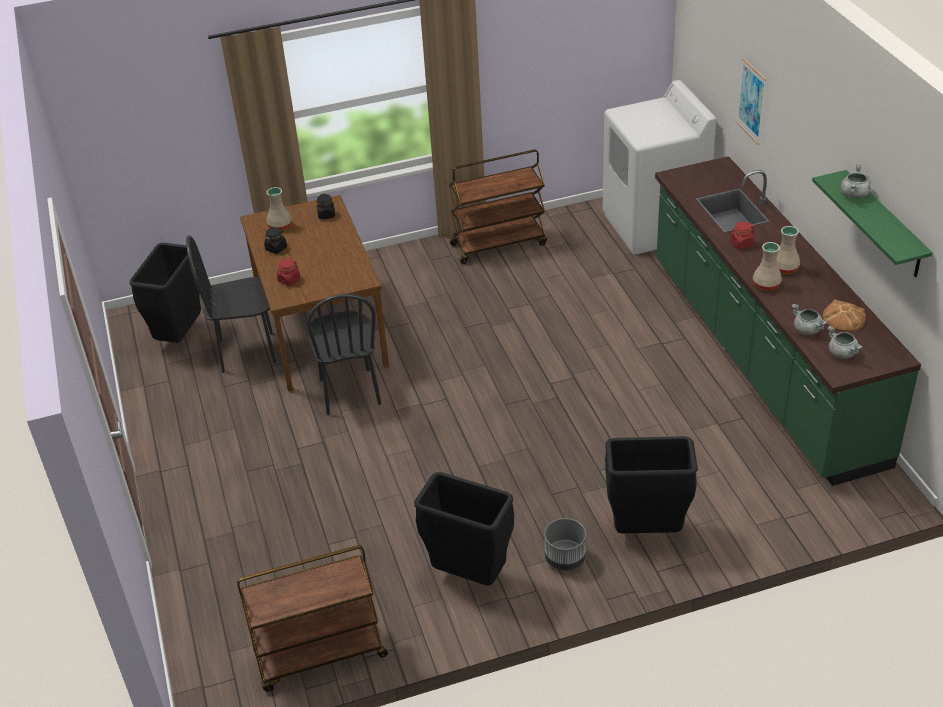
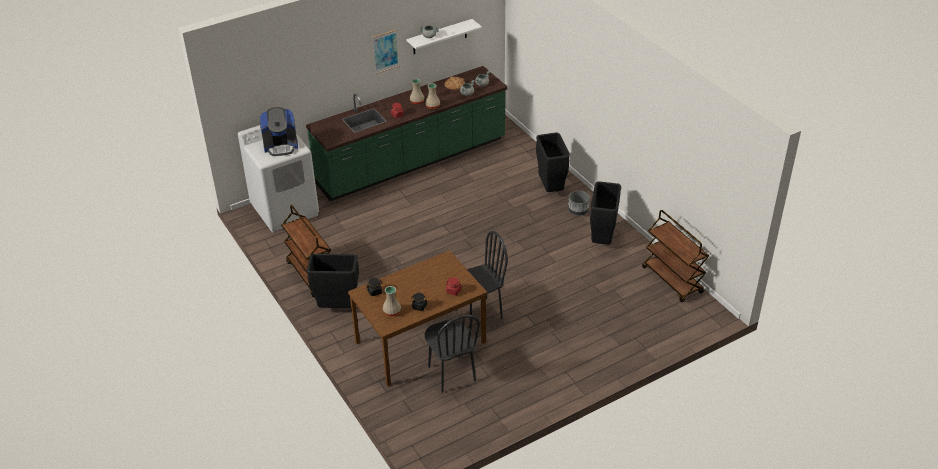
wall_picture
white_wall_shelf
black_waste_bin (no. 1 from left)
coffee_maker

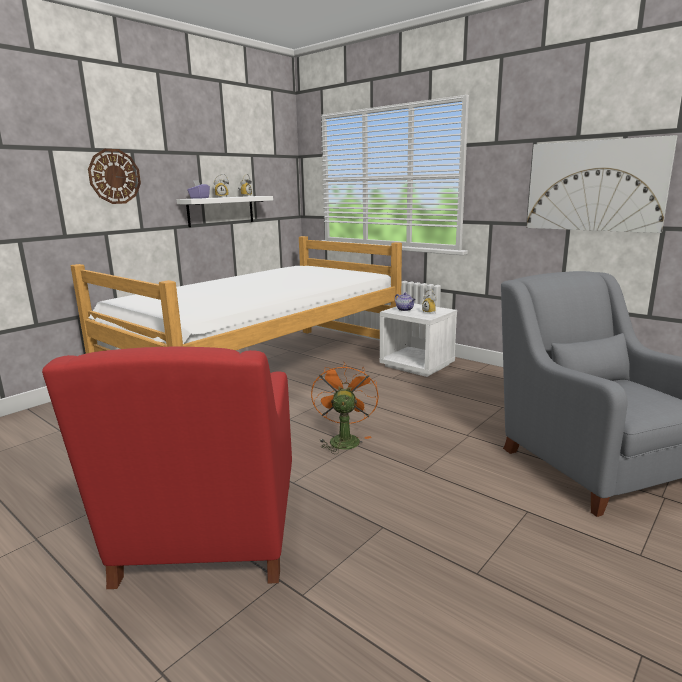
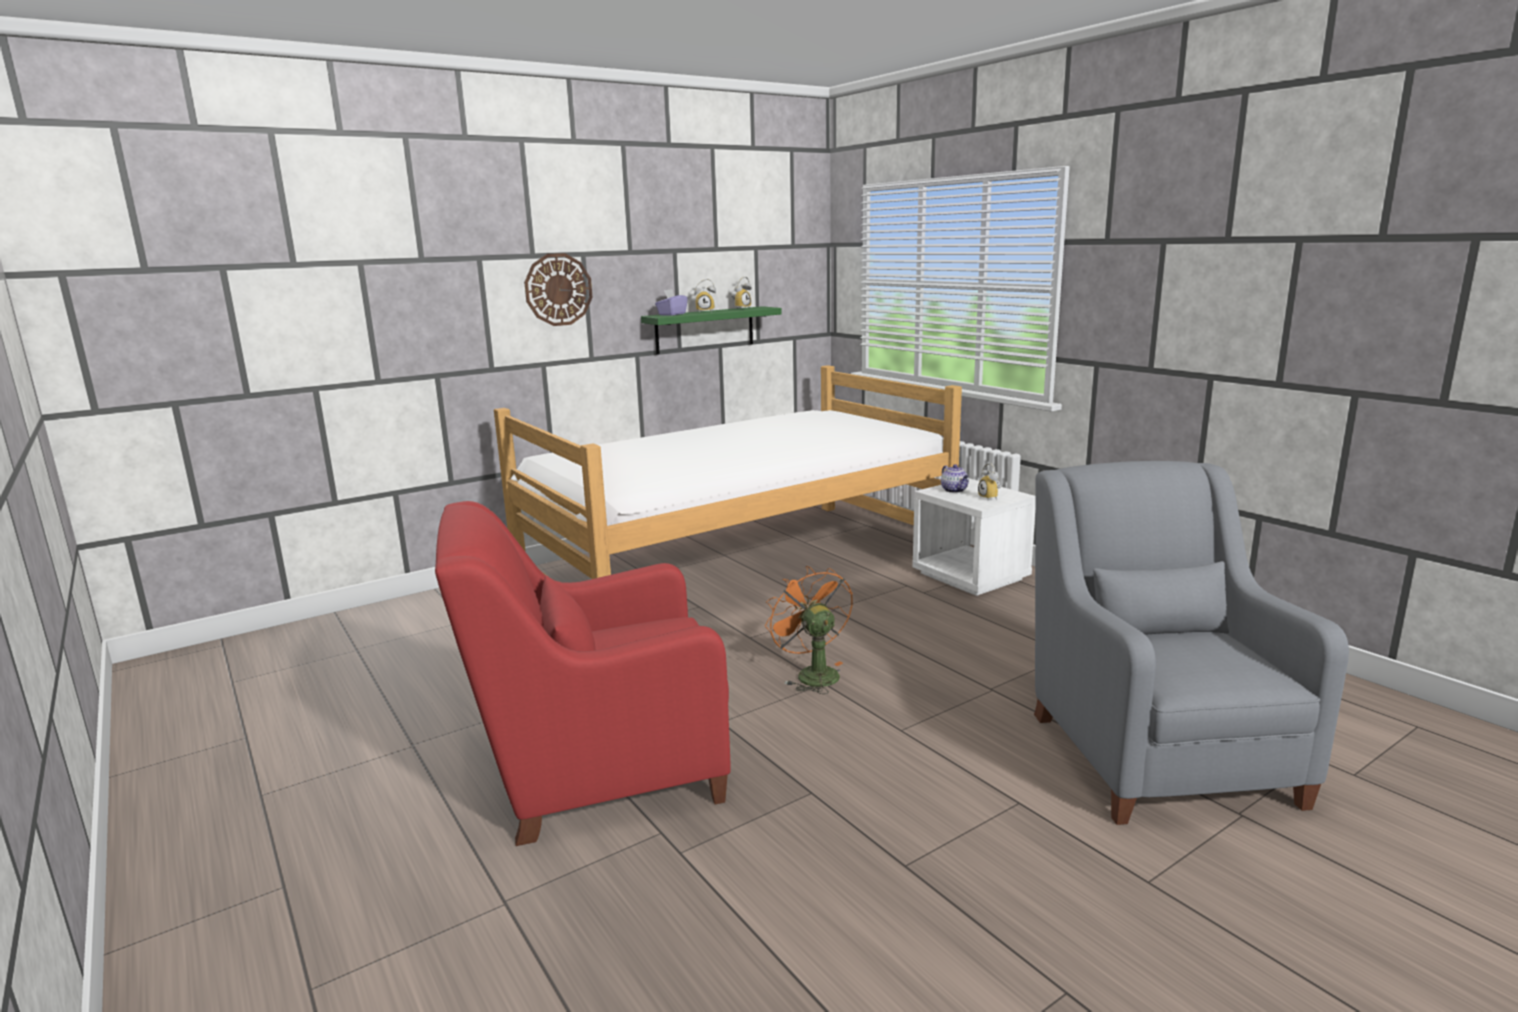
wall_picture
green-coloured_wall_shelf
red_lounge_chair
orange_fan

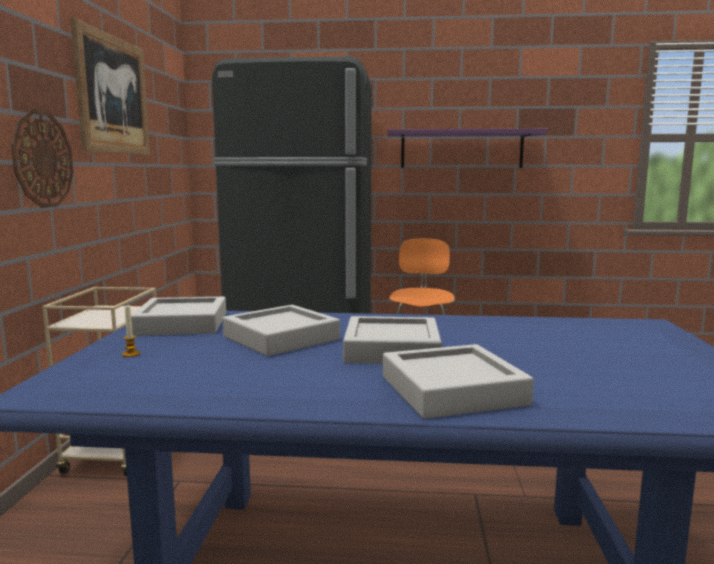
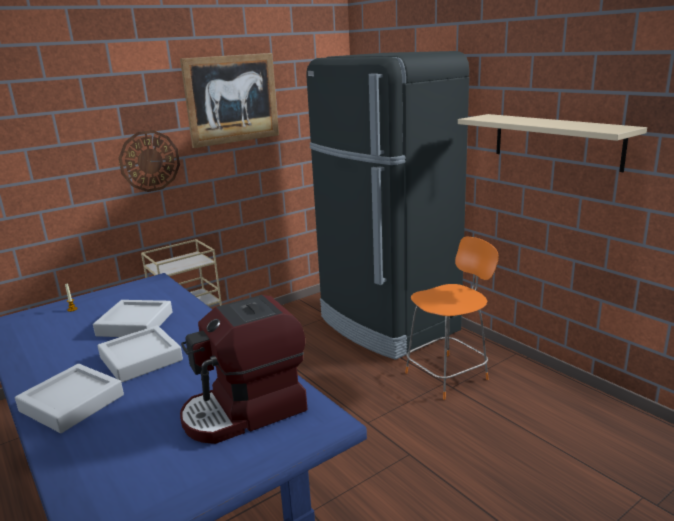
beige_wall_shelf
grey_tray (no. 1 from left in the first image)
coffee_maker

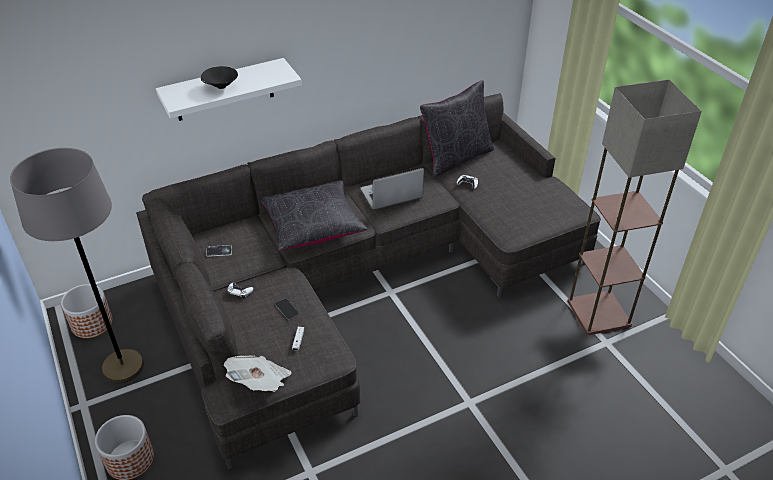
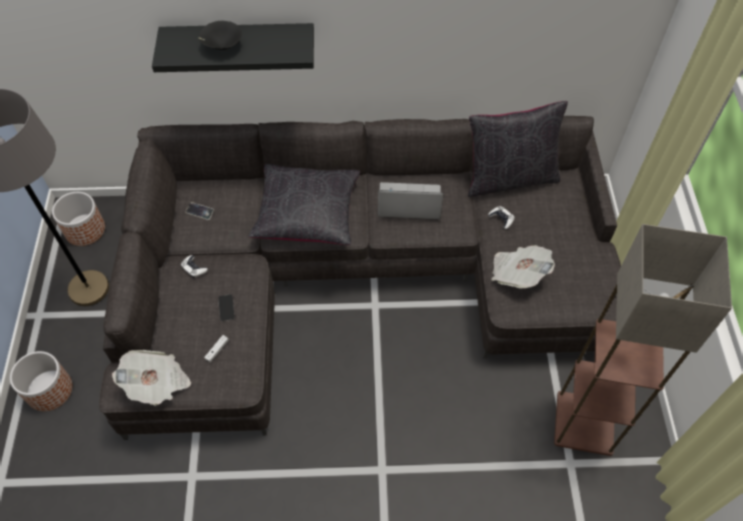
black_wall_shelf
printed_paper (no. 2 from left)

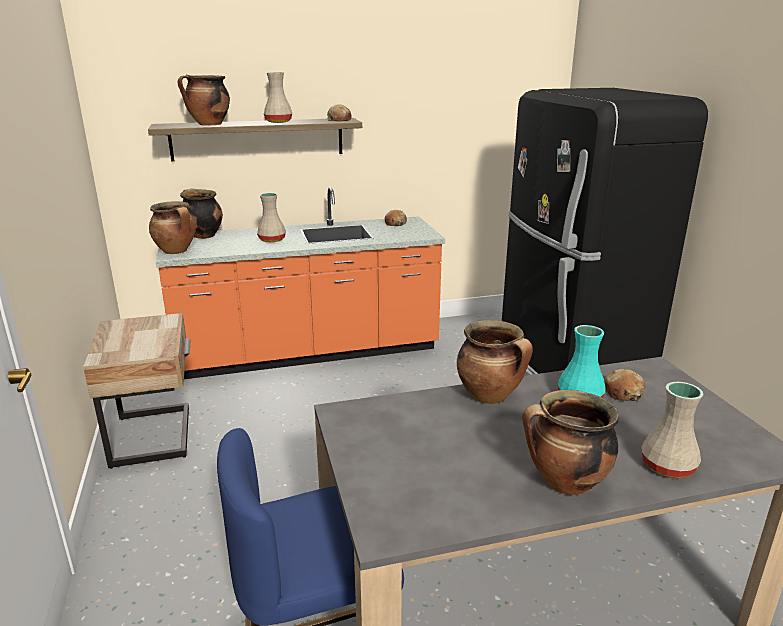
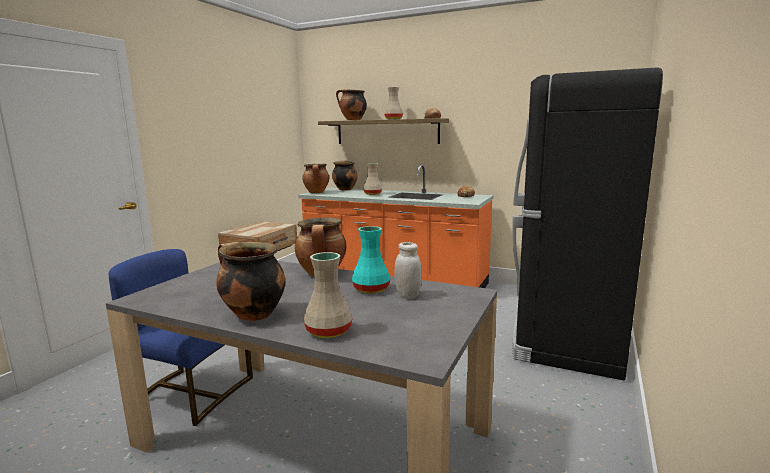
white_preserve_jar

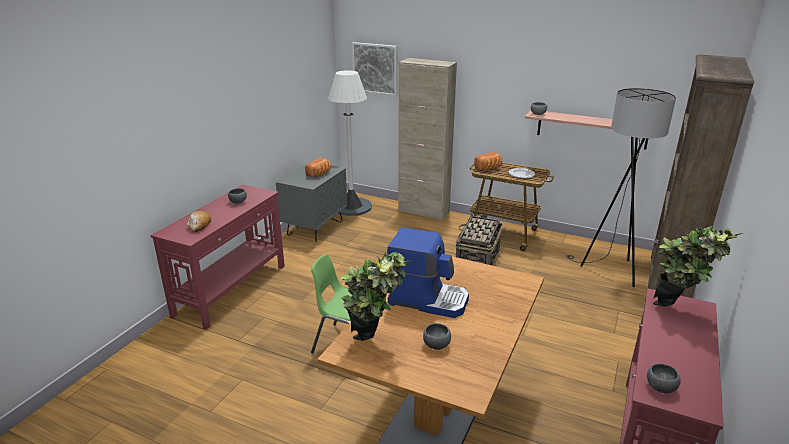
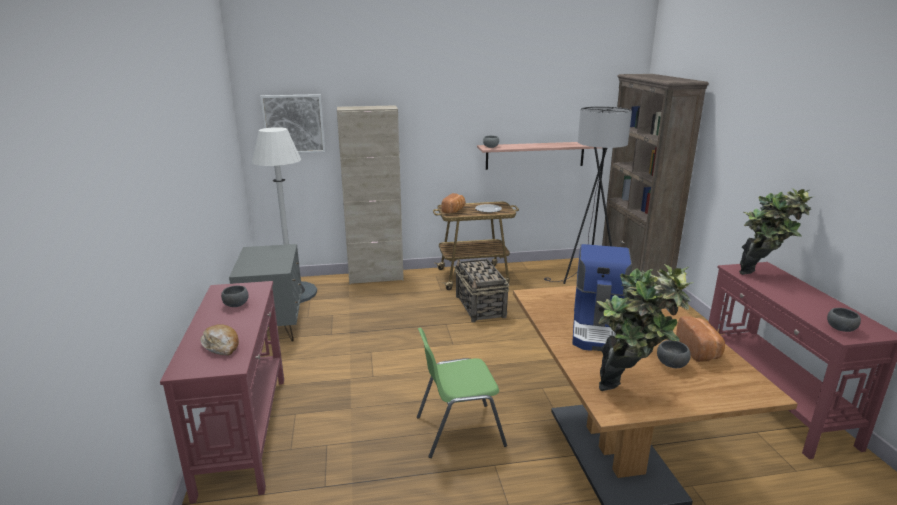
bakery_bread (no. 3 from left)
coffee_maker

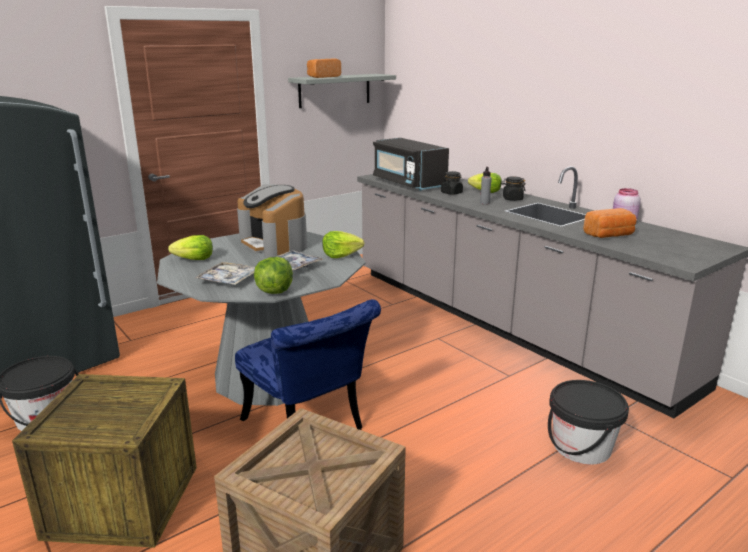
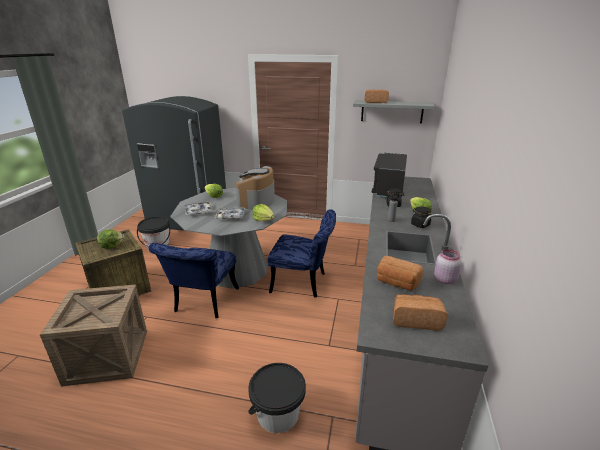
head_of_lettuce (no. 1 from left)
bluish_chair (no. 2 from left)
bakery_bread (no. 3 from left)

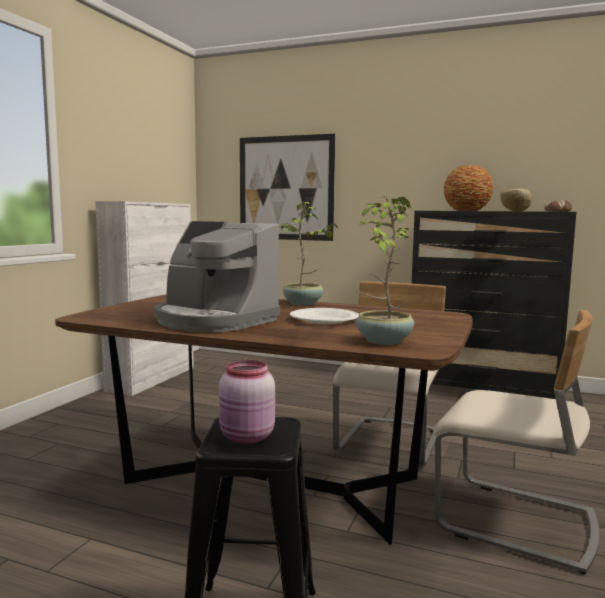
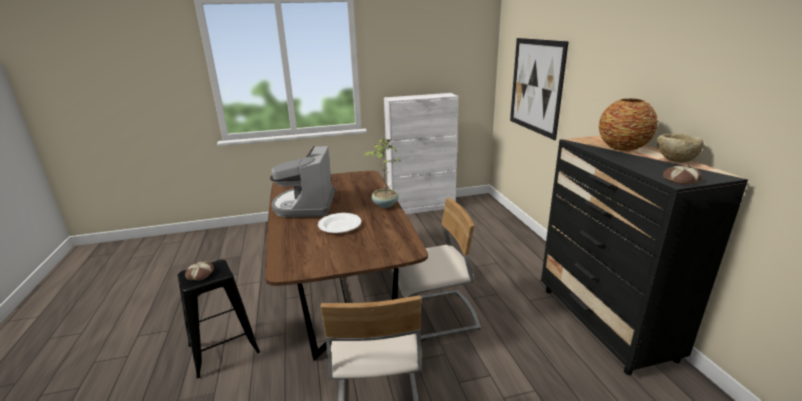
potted_plant (no. 2 from left in the first image)
bakery_bread (no. 1 from left)

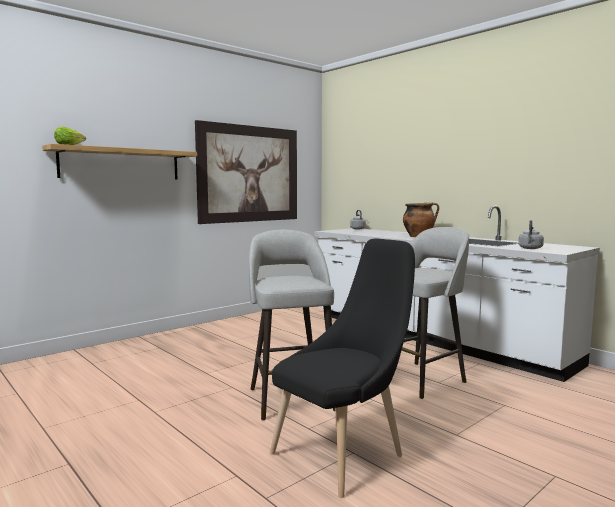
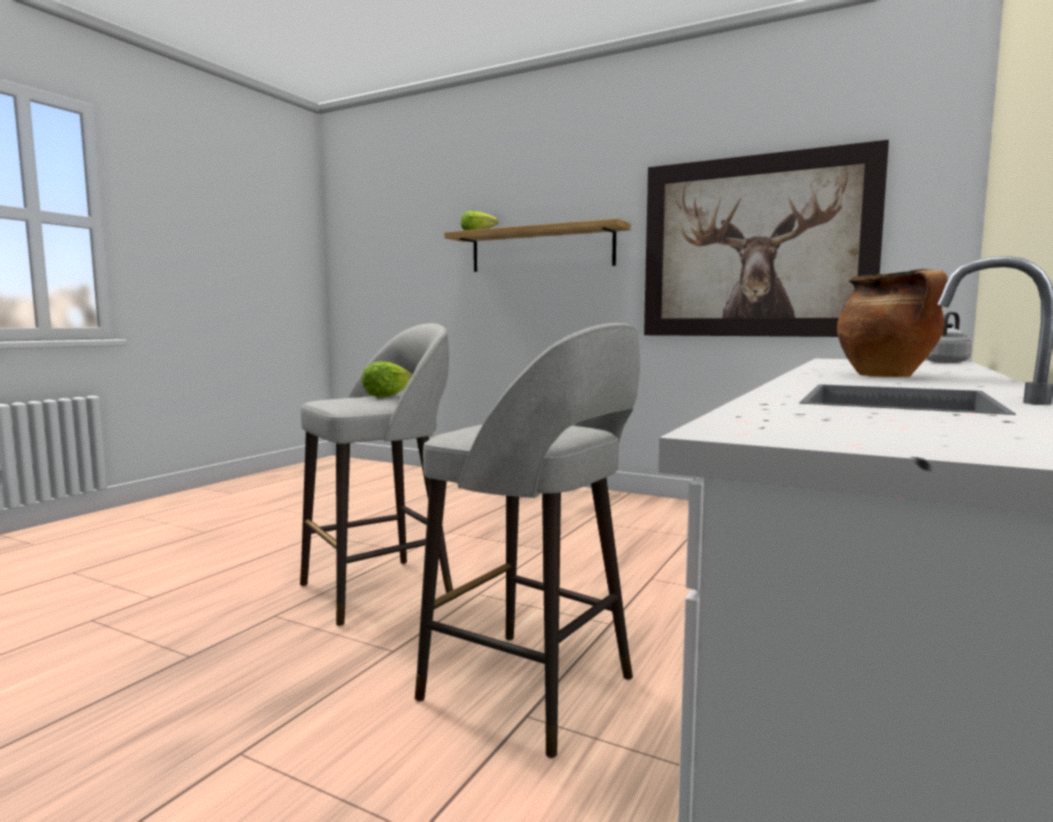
grey_water_kettle (no. 2 from left in the first image)
black_chair
head_of_lettuce (no. 1 from left)

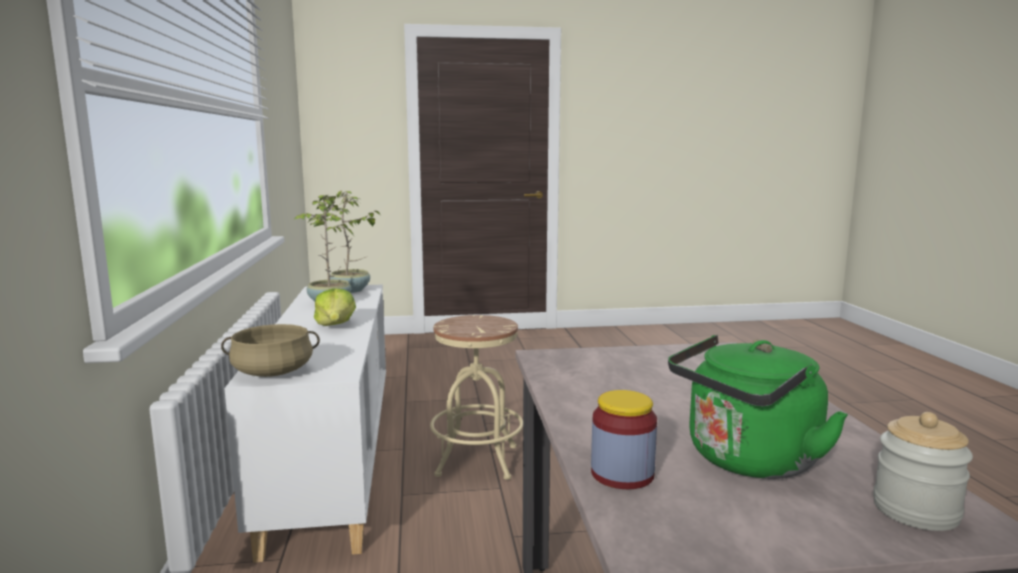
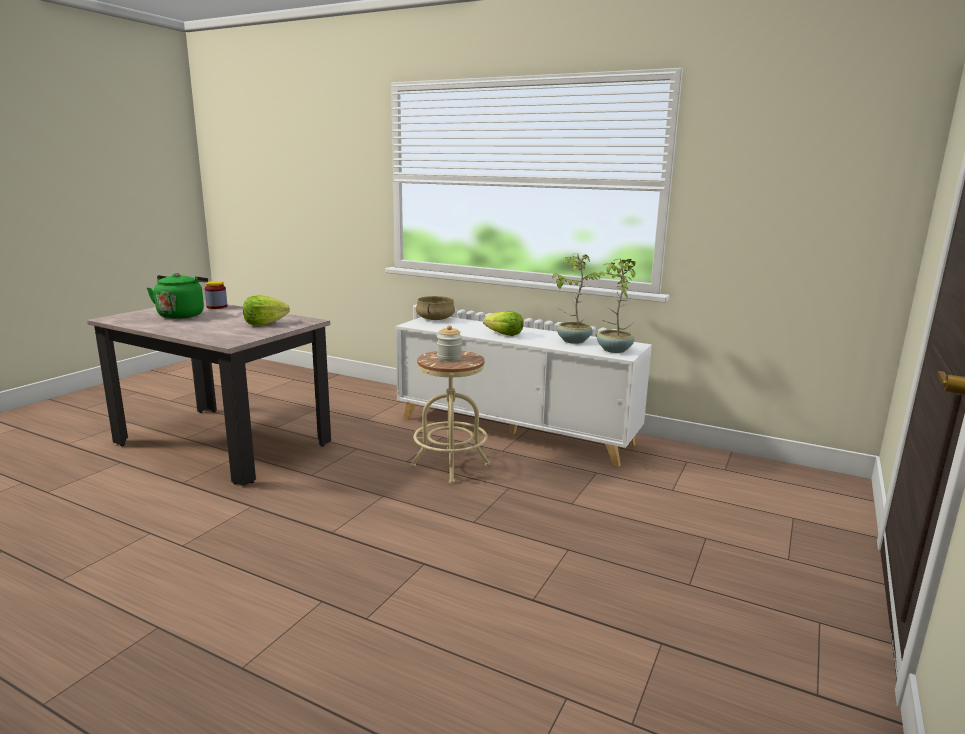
preserve_jar (no. 2 from left)
head_of_lettuce (no. 1 from left)

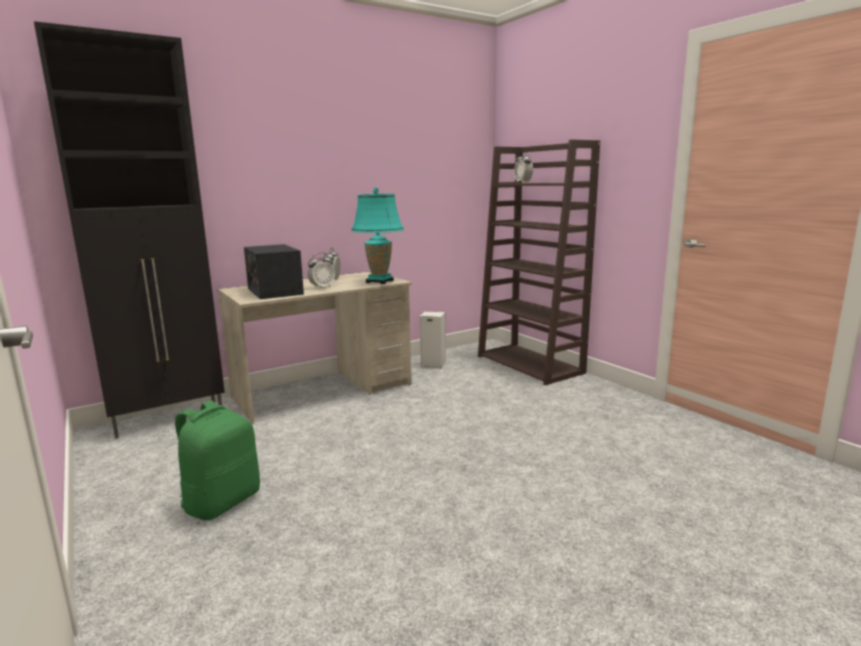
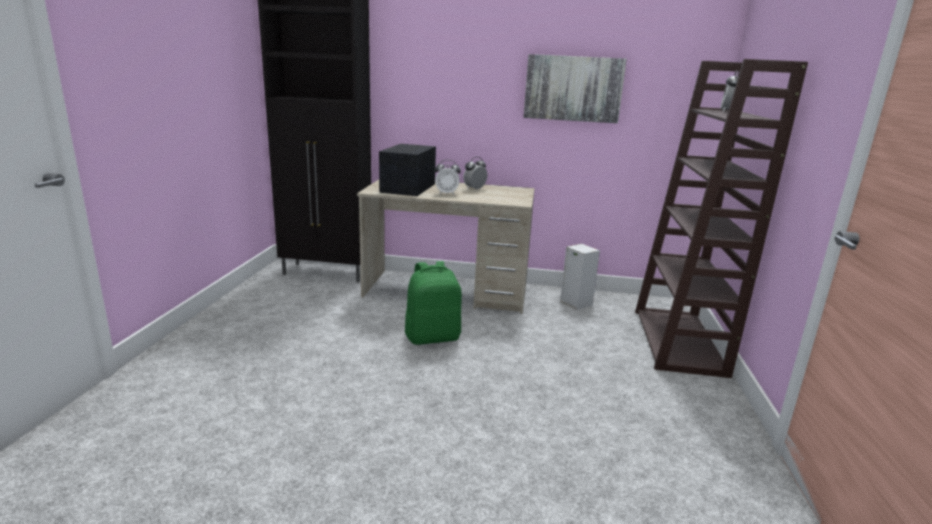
blue-green_tabletop_lamp
green-coloured_rucksack
wall_picture

